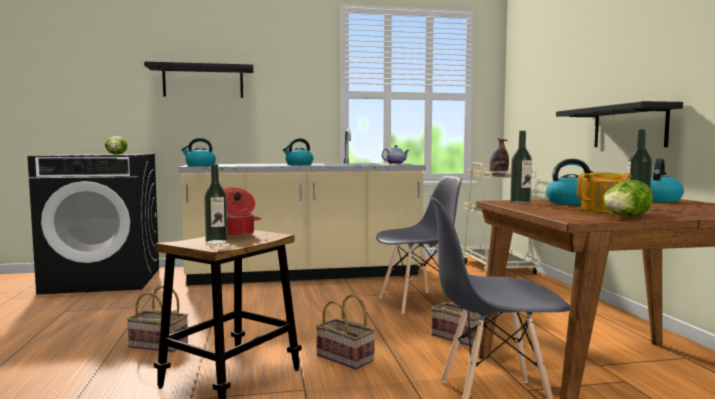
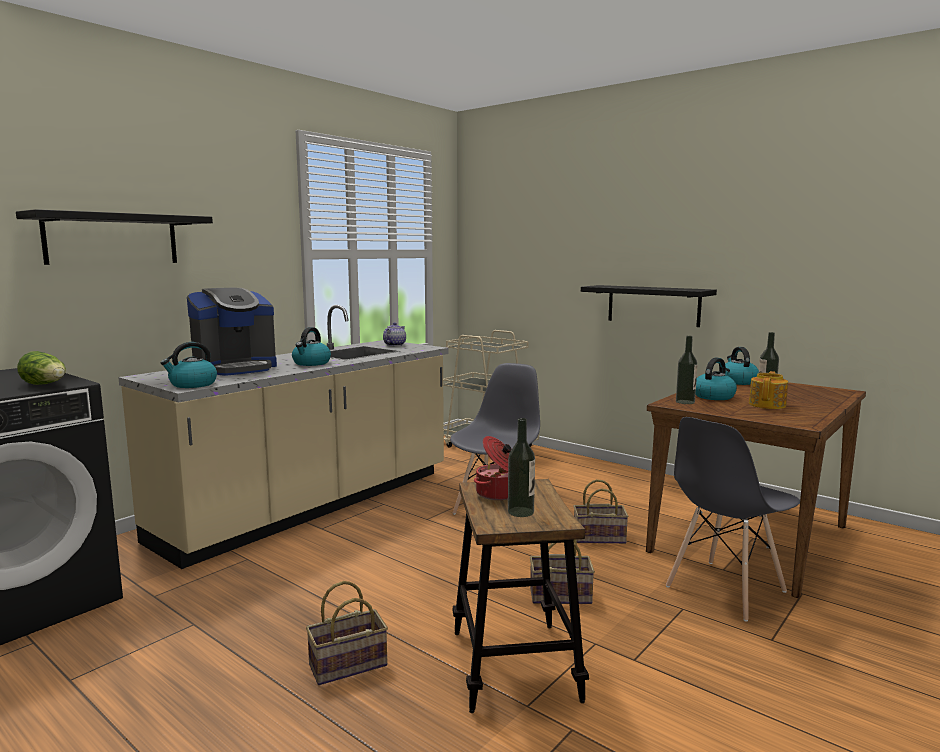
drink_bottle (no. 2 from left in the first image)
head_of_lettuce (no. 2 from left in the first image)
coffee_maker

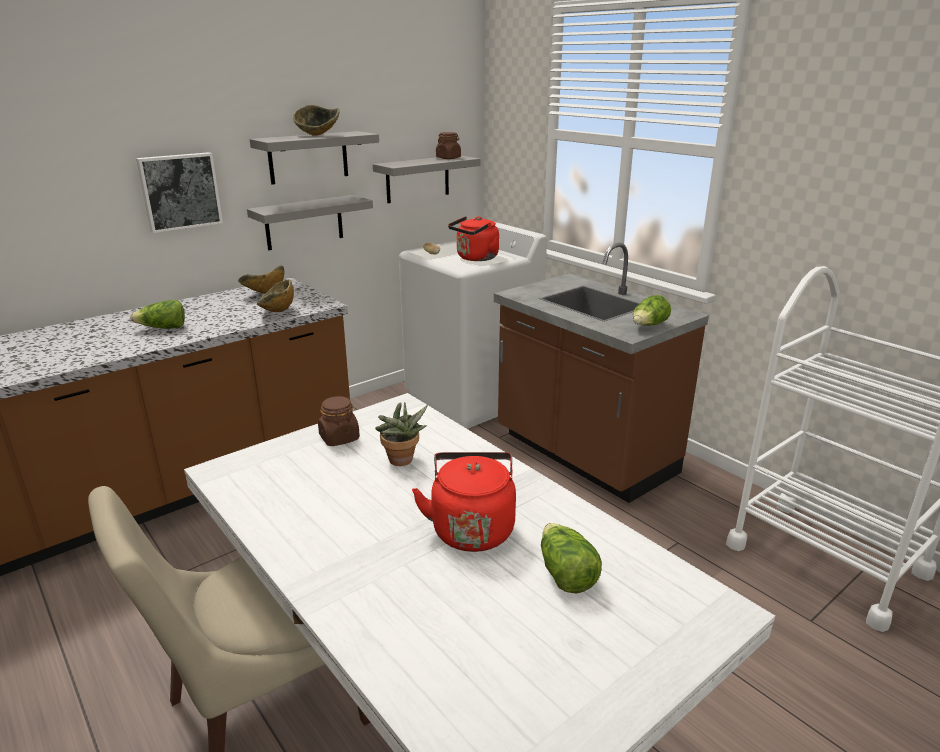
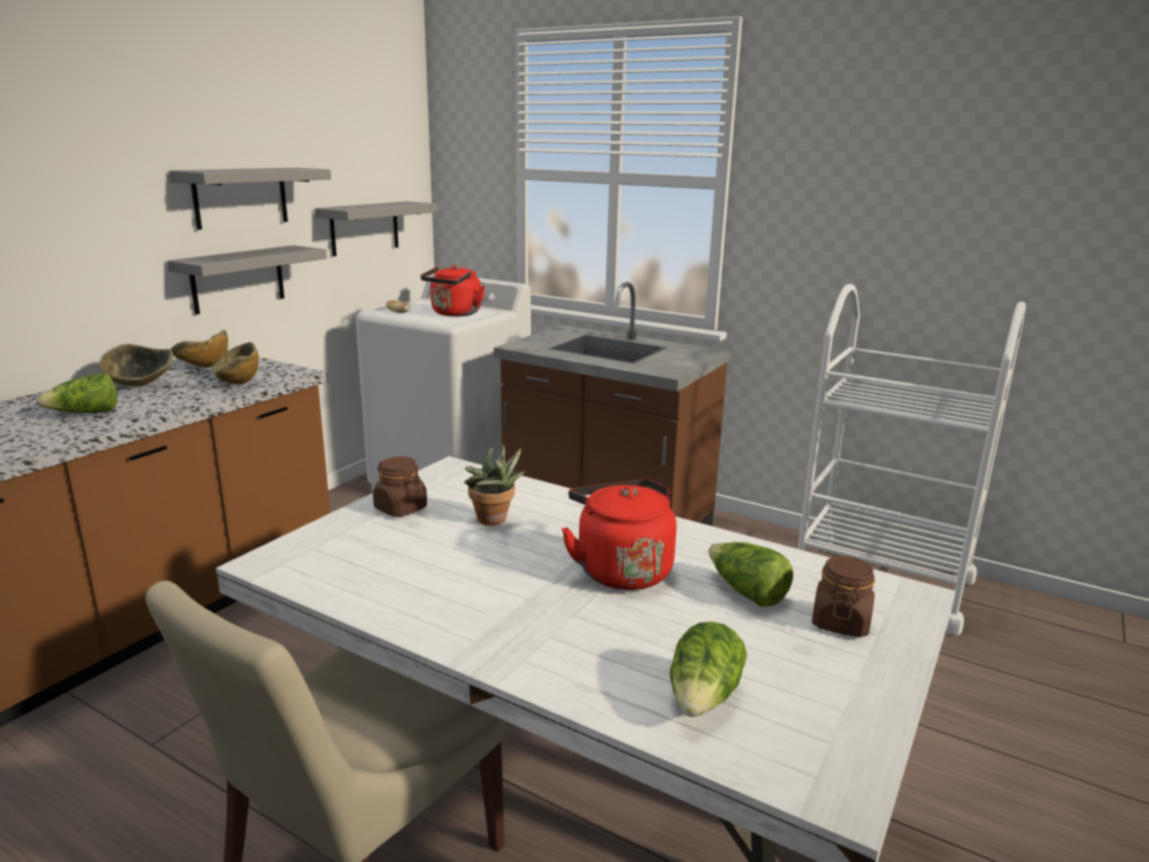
serving_bowl (no. 1 from left)
brownish_preserve_jar (no. 2 from left)
wall_picture
head_of_lettuce (no. 2 from left)

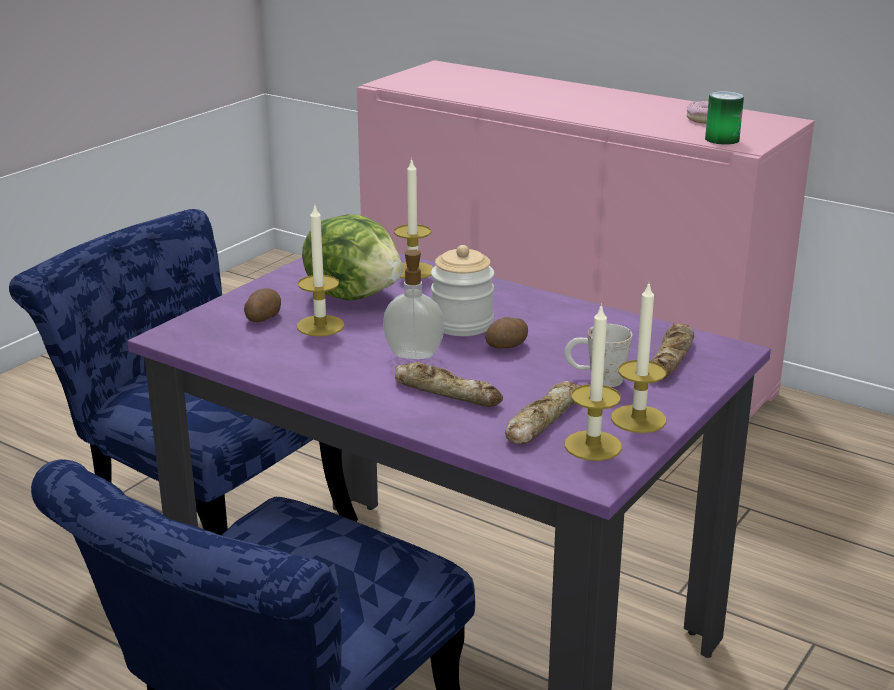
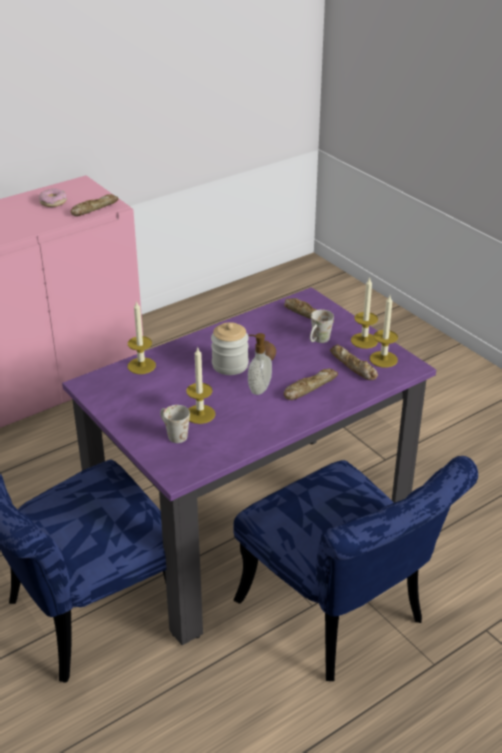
bakery_bread (no. 1 from left)
head_of_lettuce
white_coffee_mug (no. 1 from left)

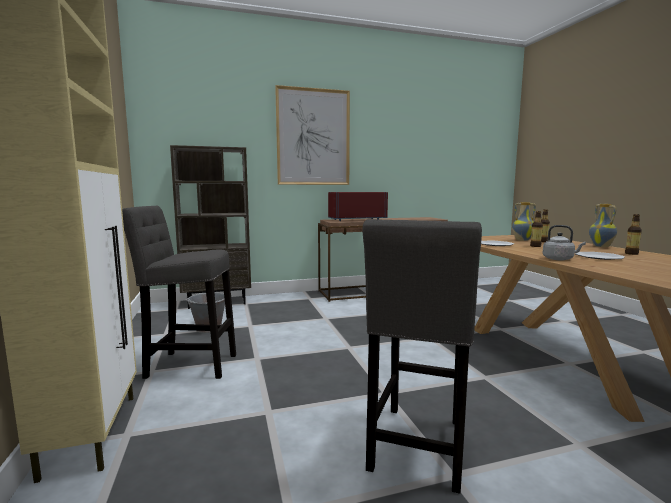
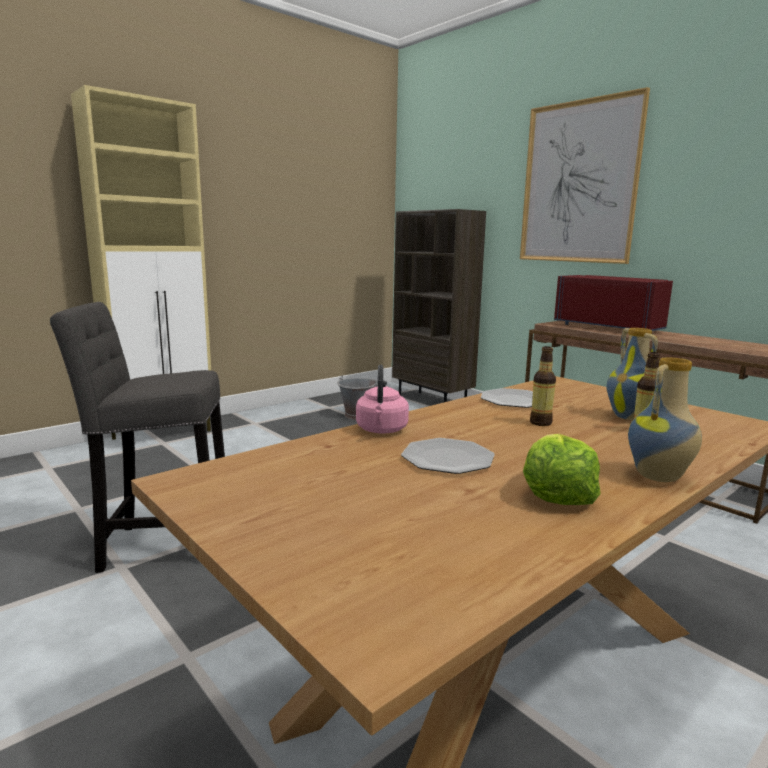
grey_stool (no. 1 from left in the first image)
head_of_lettuce
pink-coloured_water_kettle

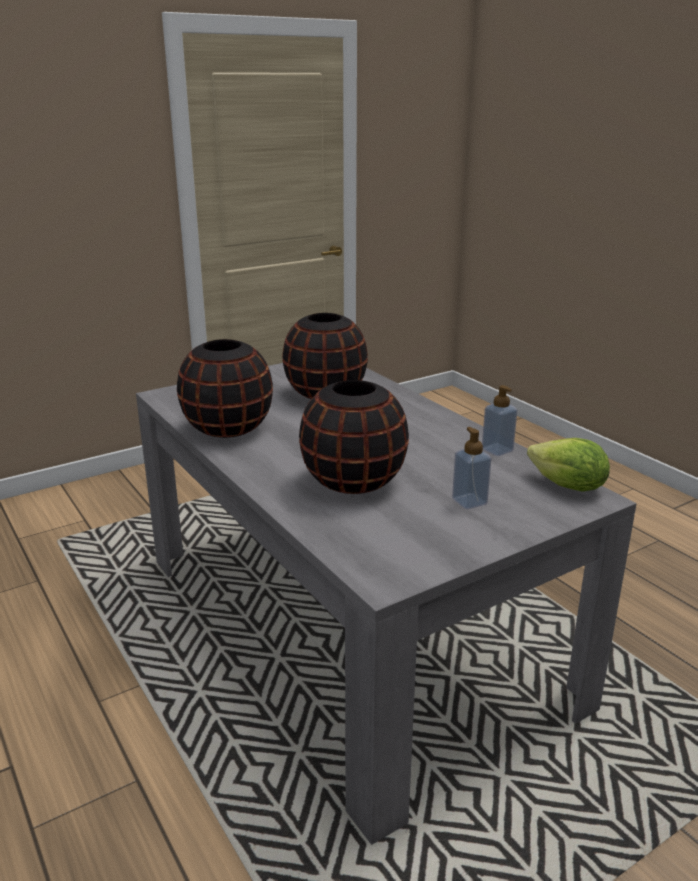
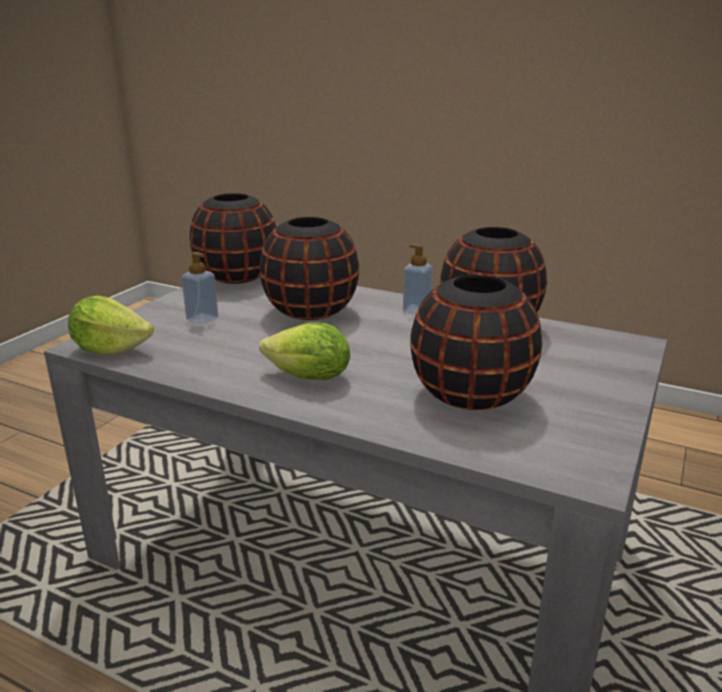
soap_bottle (no. 2 from left)
black_vase (no. 1 from left)
head_of_lettuce (no. 2 from left)

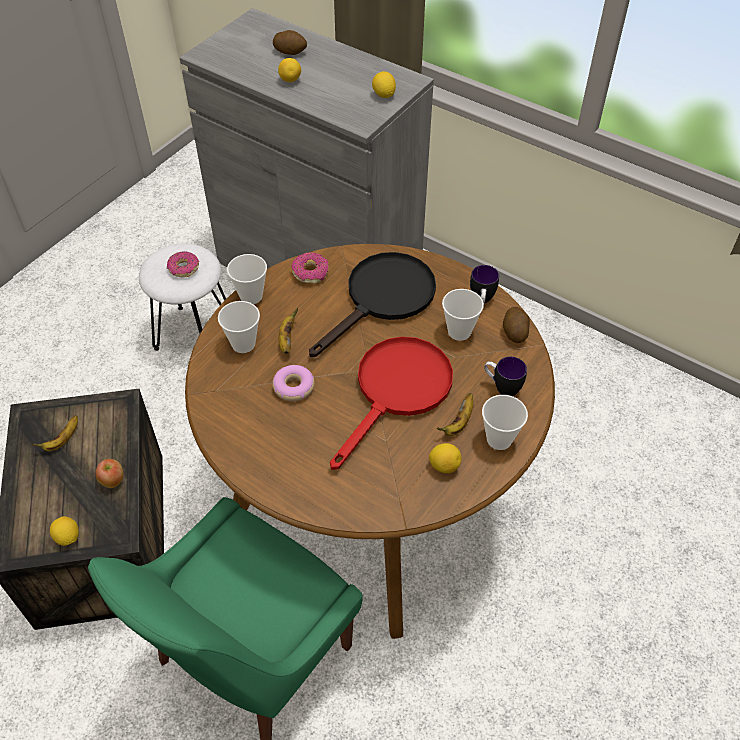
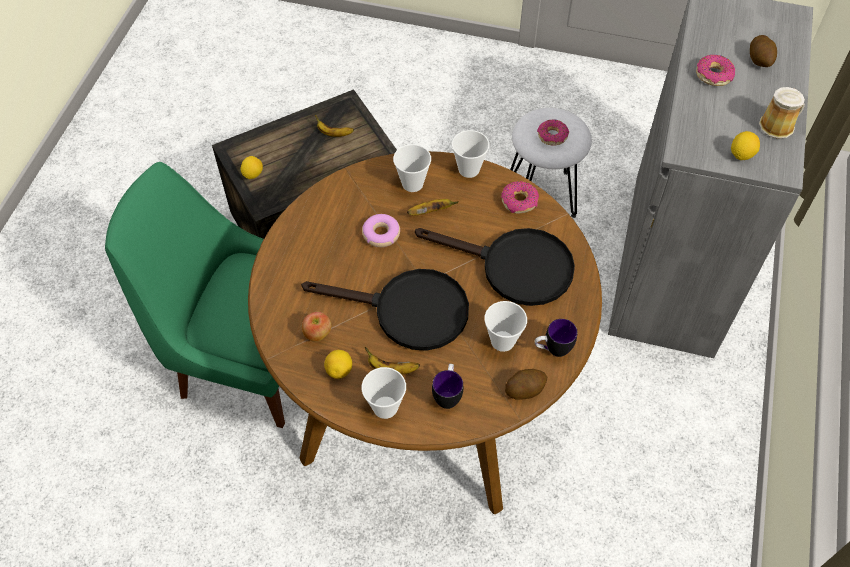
doughnut (no. 4 from left)
black_frying_pan (no. 1 from left)
apple_fruit
coffee_mug (no. 3 from left)

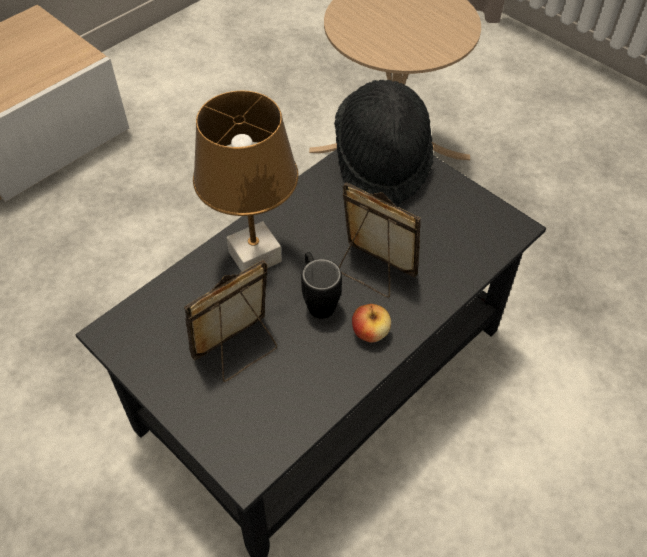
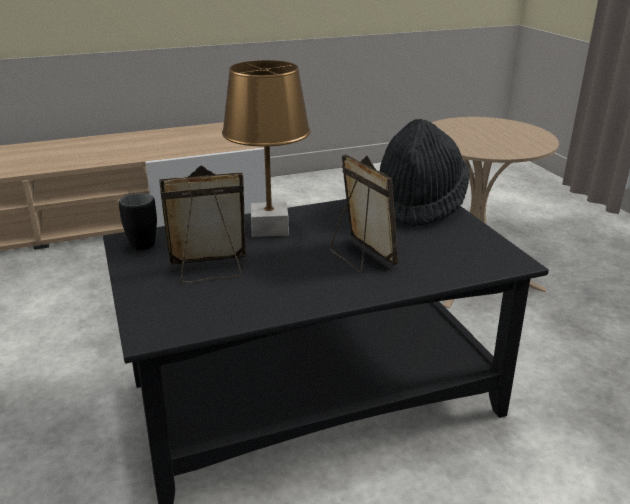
black_coffee_mug
apple_fruit

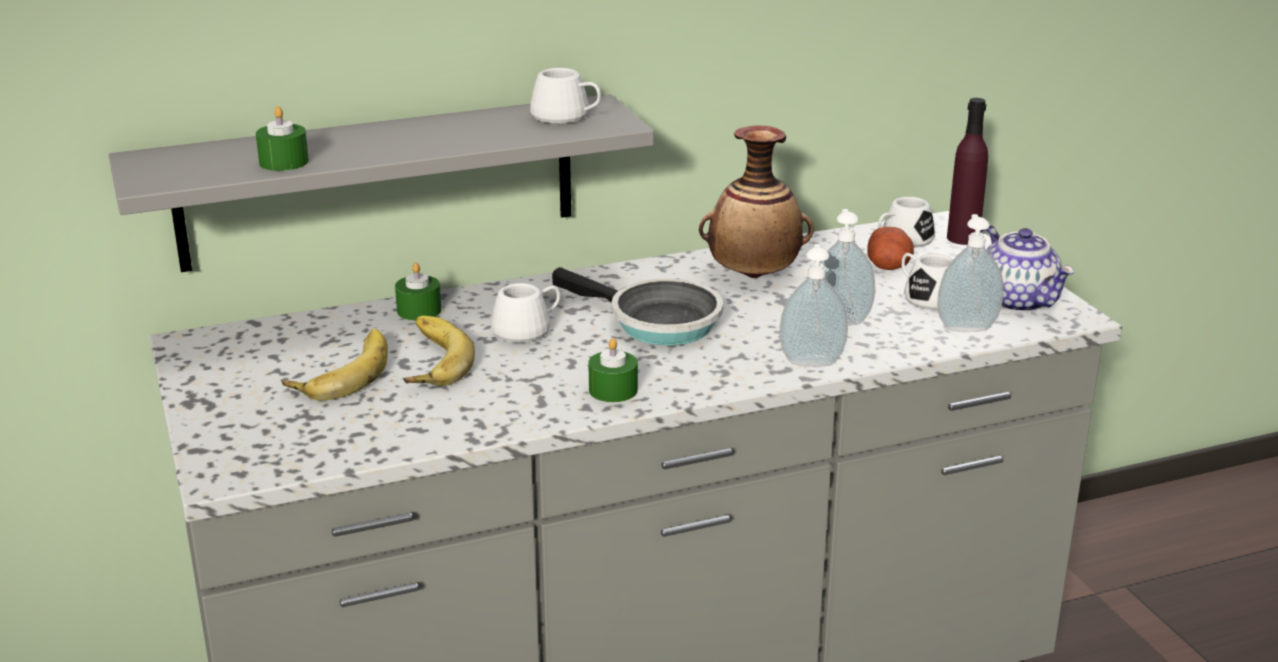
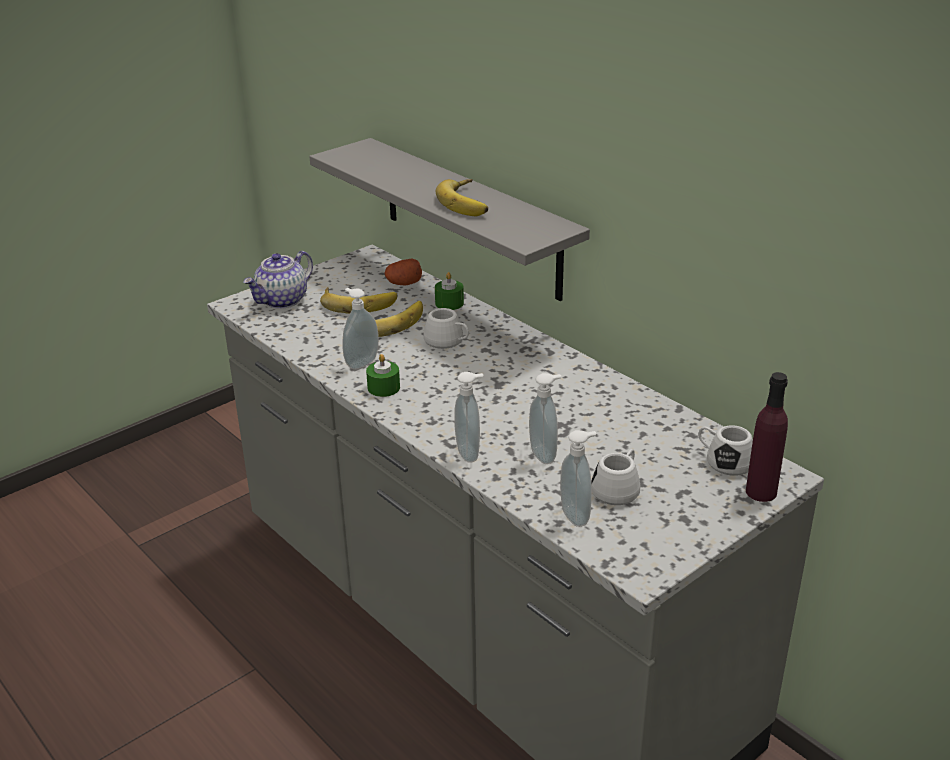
white_coffee_mug (no. 2 from left in the first image)
green-coloured_wax_candle (no. 1 from left in the first image)
vase
tea_pot
potato
frying_pan
banana (no. 3 from left)
soap_bottle (no. 1 from left)

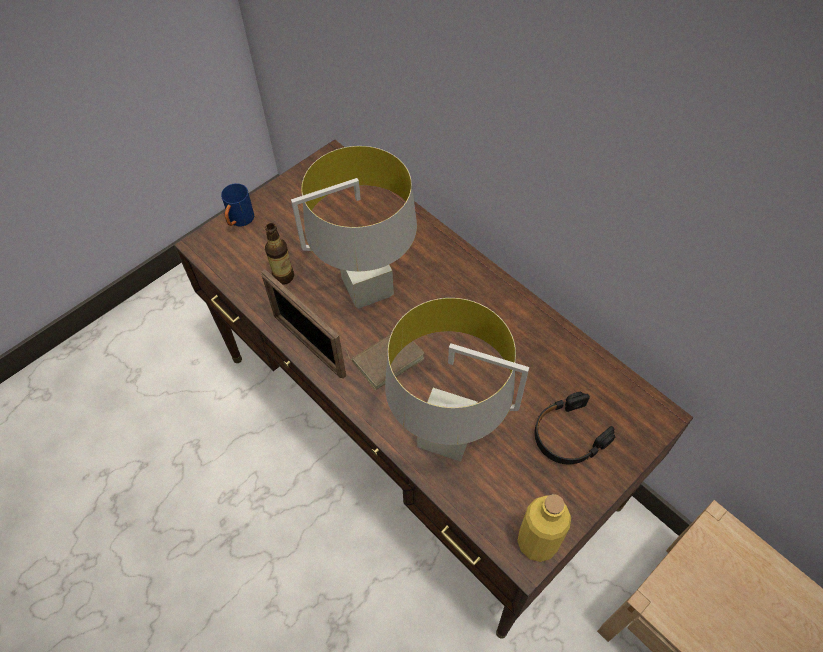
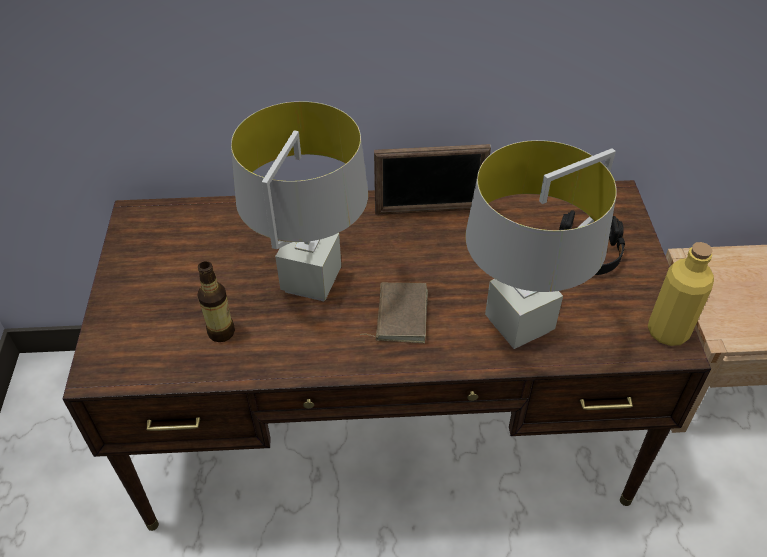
bluish_coffee_mug
photo_frame

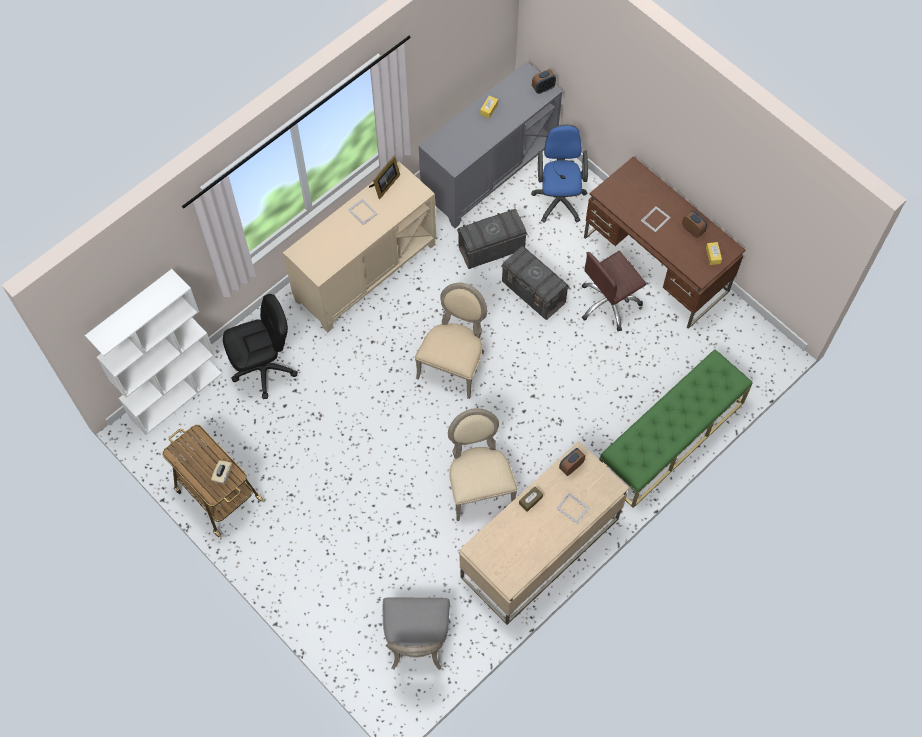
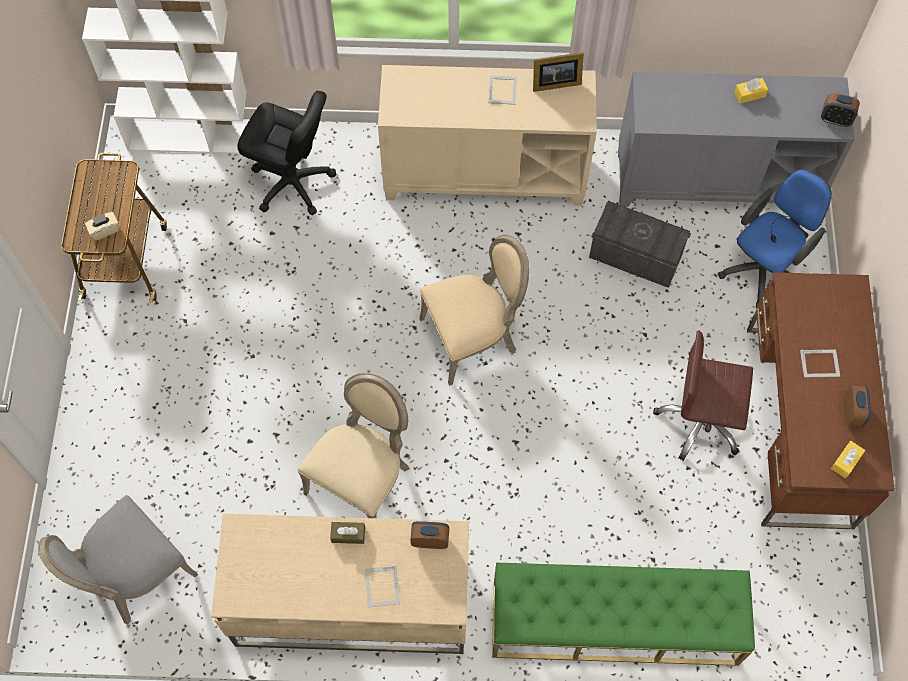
grey_storage_box (no. 2 from left in the first image)

